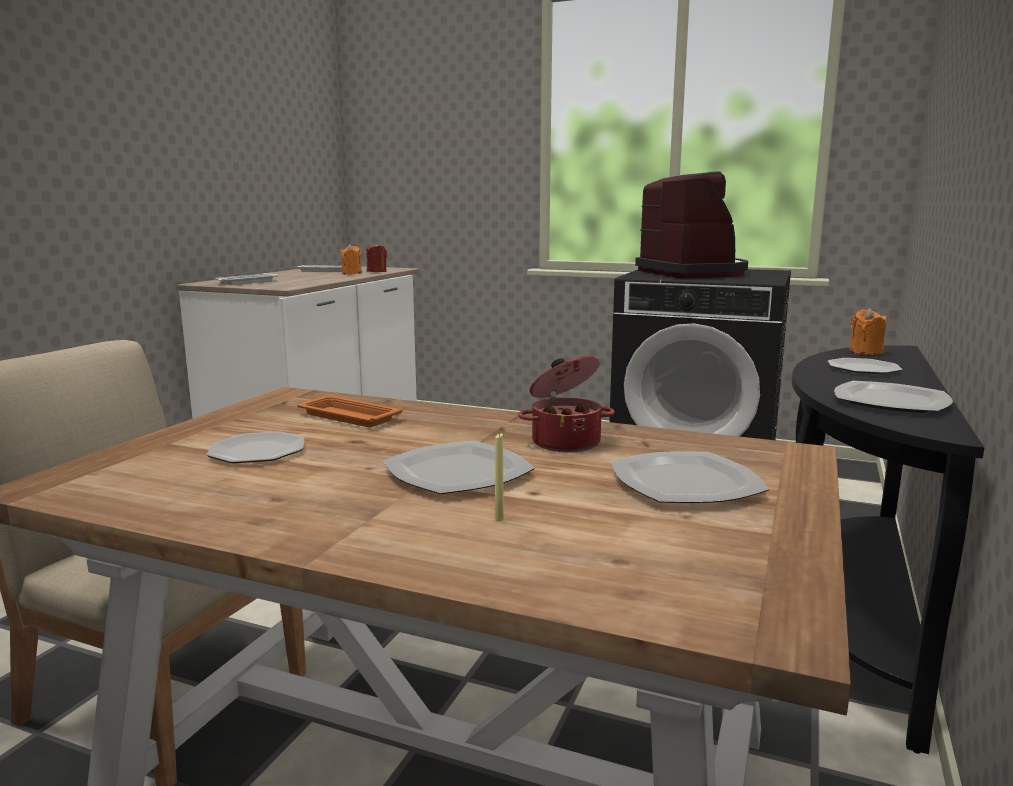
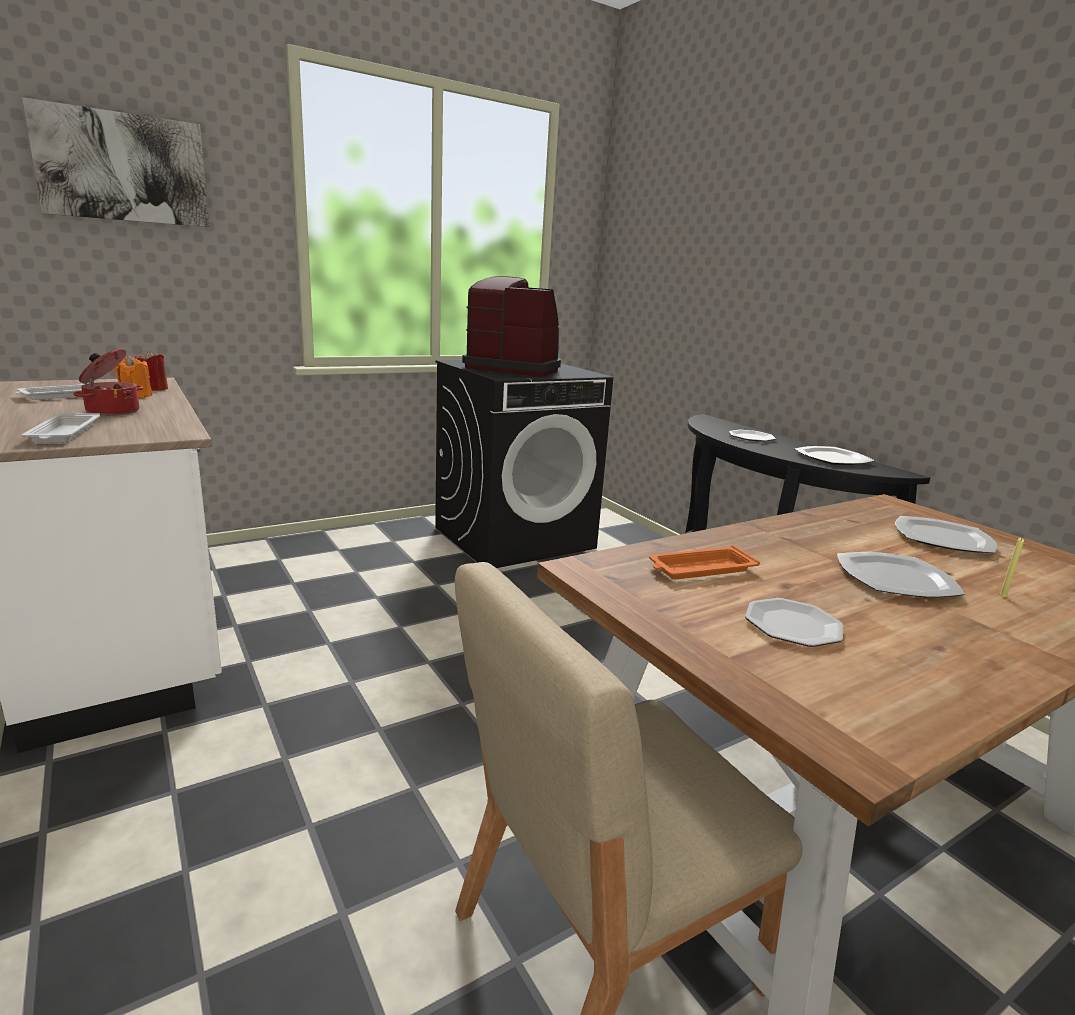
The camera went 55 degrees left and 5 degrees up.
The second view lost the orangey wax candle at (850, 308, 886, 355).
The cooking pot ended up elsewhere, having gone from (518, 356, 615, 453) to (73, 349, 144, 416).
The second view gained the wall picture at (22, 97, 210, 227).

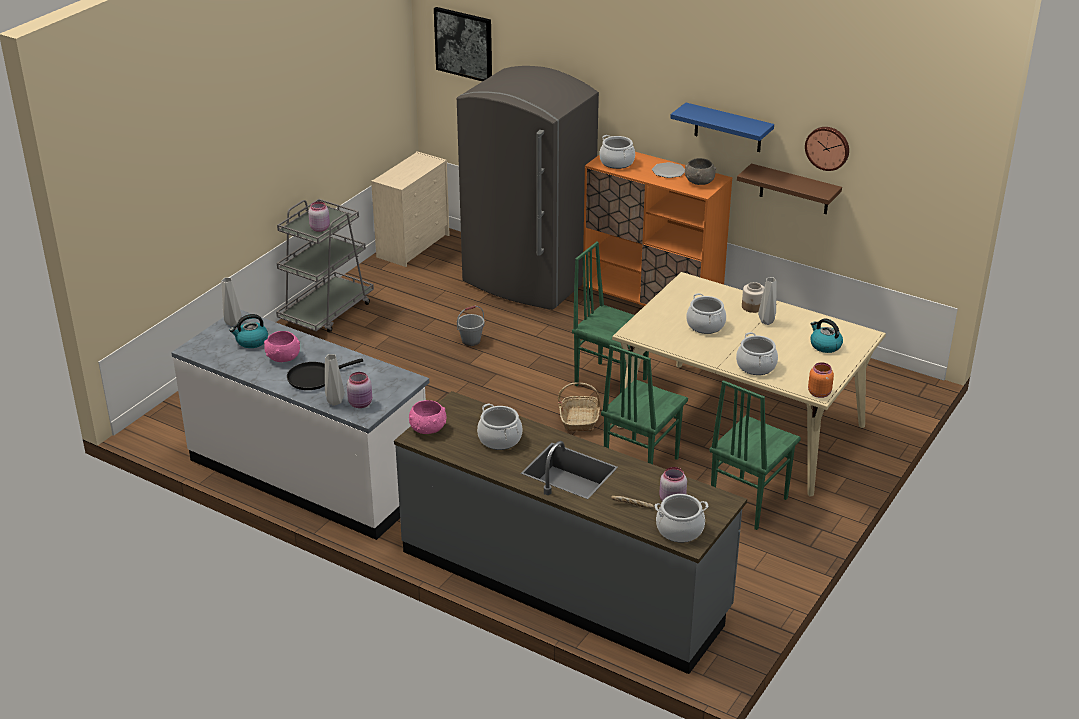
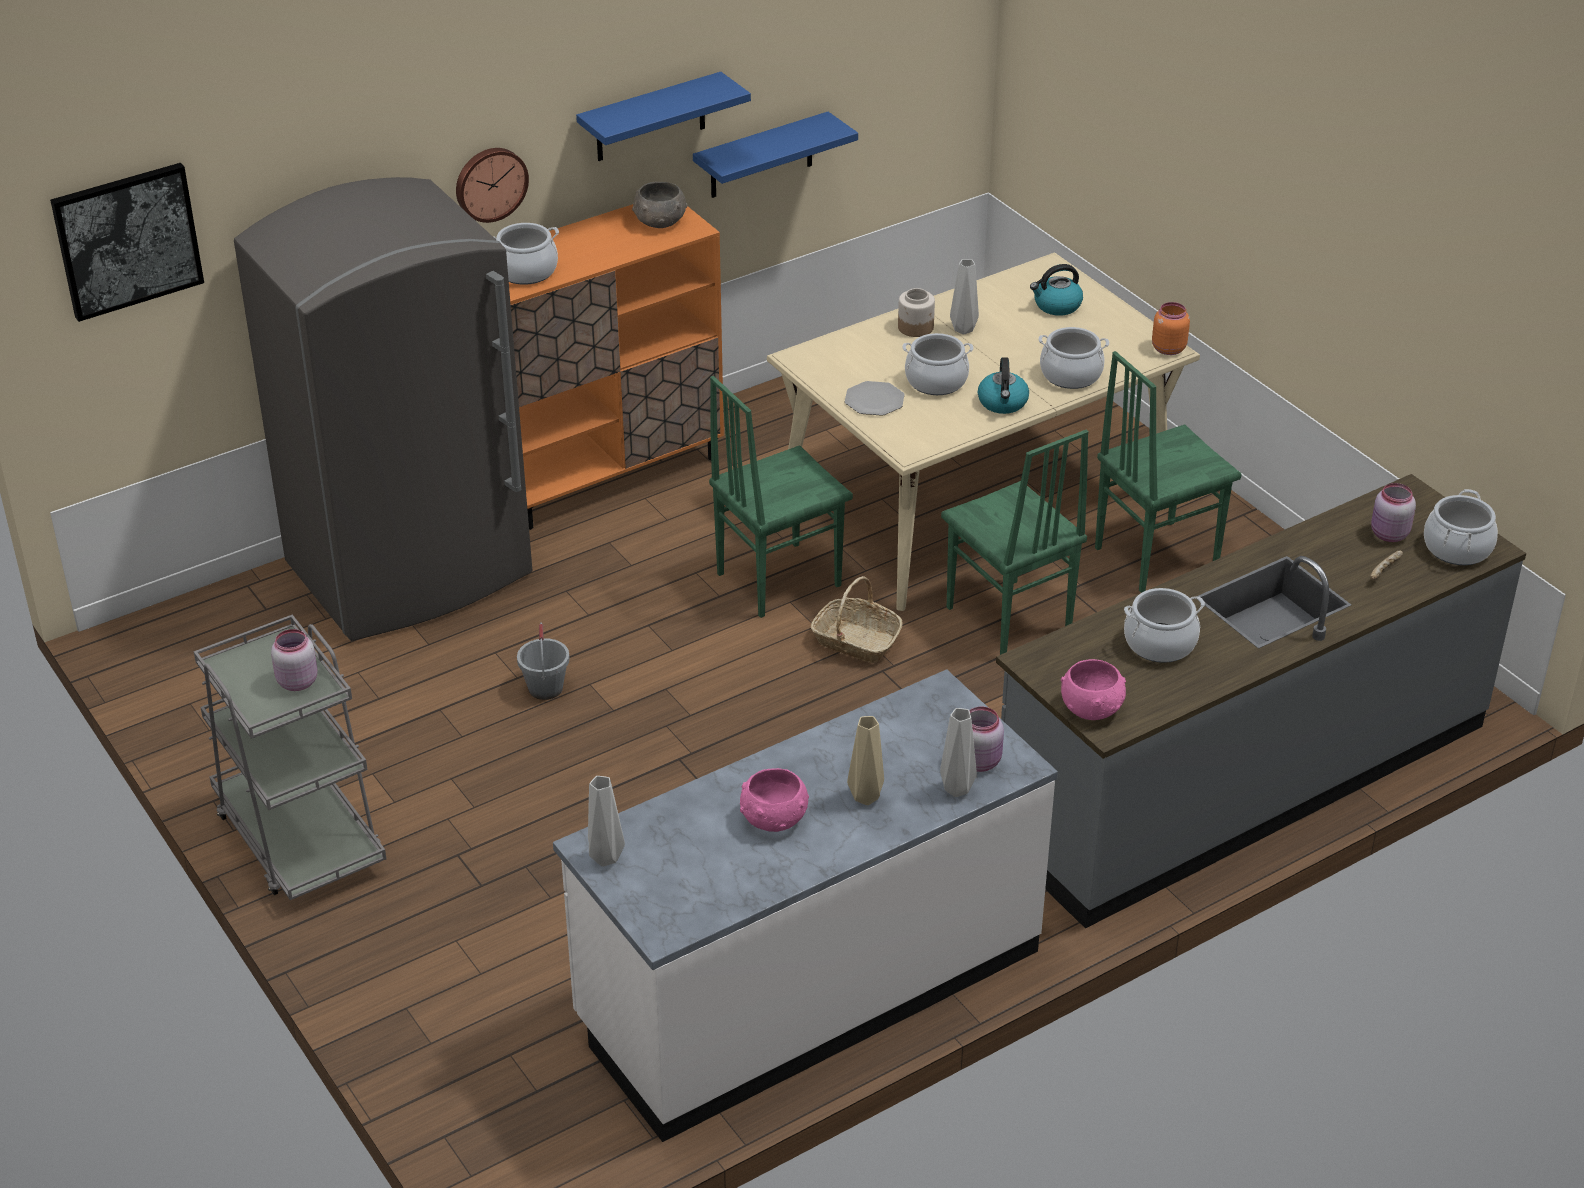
The camera went 65 degrees left and 5 degrees up.
The wall clock ended up elsewhere, having gone from (805, 127, 849, 171) to (456, 148, 529, 223).
The second view lost the beige-coloured chest of drawers at (371, 152, 450, 267).
The flat dish ended up elsewhere, having gone from (652, 162, 685, 178) to (845, 381, 904, 416).
What was the brown wall shelf at (737, 163, 842, 214) turned into the blue wall shelf at (693, 112, 858, 198).
The water kettle ended up elsewhere, having gone from (229, 314, 268, 348) to (978, 357, 1029, 414).
Where the black-coloured pan stood at (287, 358, 363, 390), the beige-coloured flower vase came to stand at (847, 716, 884, 805).
The greenish upright chair at (710, 380, 801, 530) ended up facing another way, 90 degrees clockwise from before.

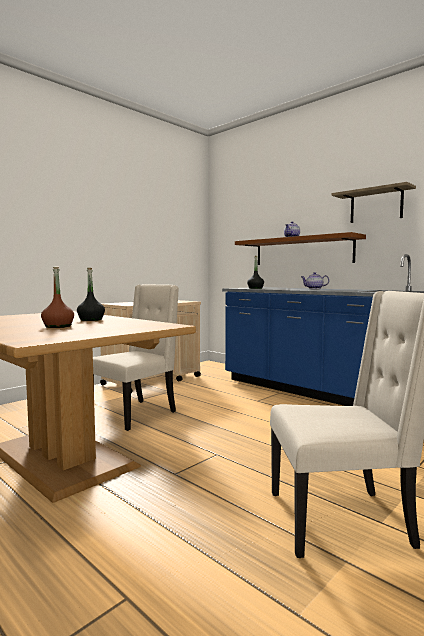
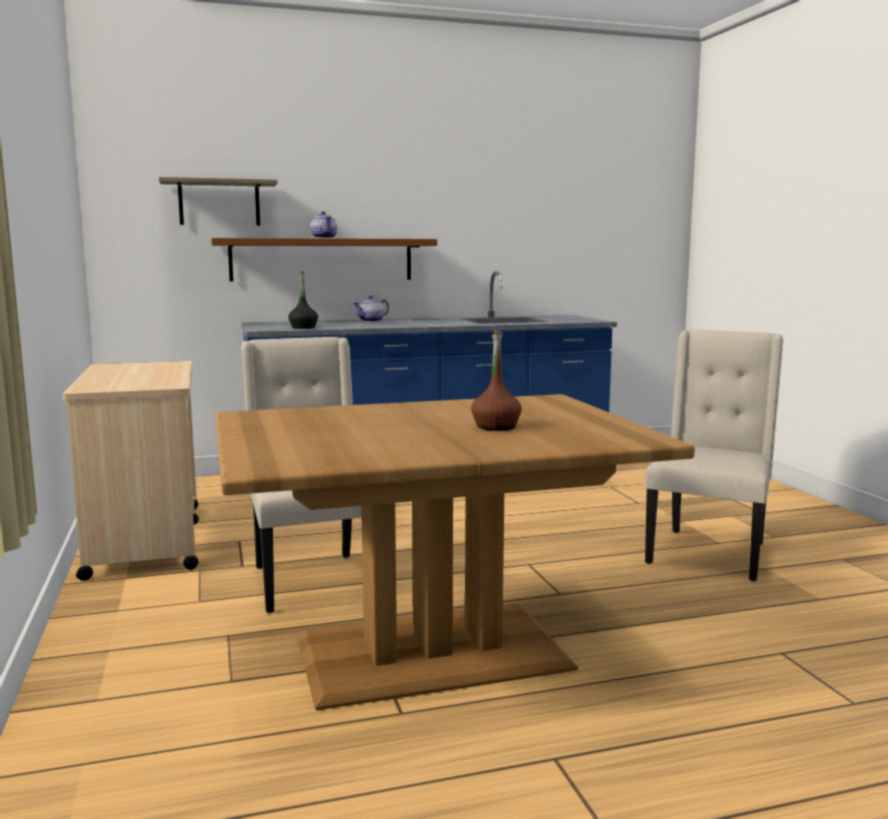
The camera went 60 degrees left and 5 degrees up.
The wall shelf ended up elsewhere, having gone from (331, 182, 416, 223) to (159, 177, 278, 226).
The second view lost the black-coloured drink bottle at (77, 268, 105, 321).

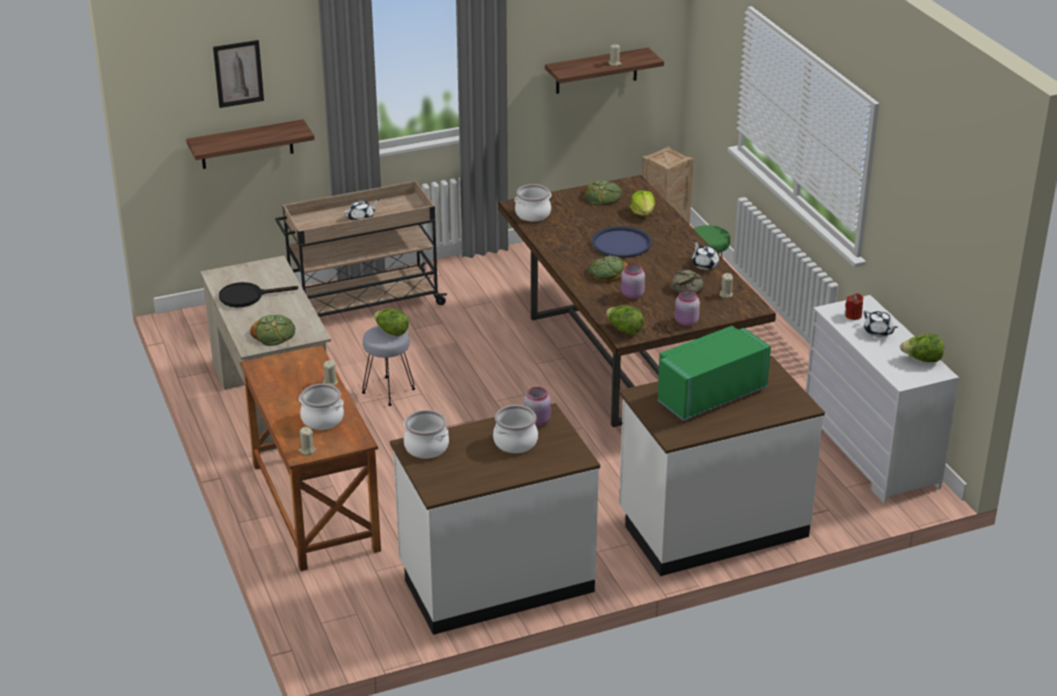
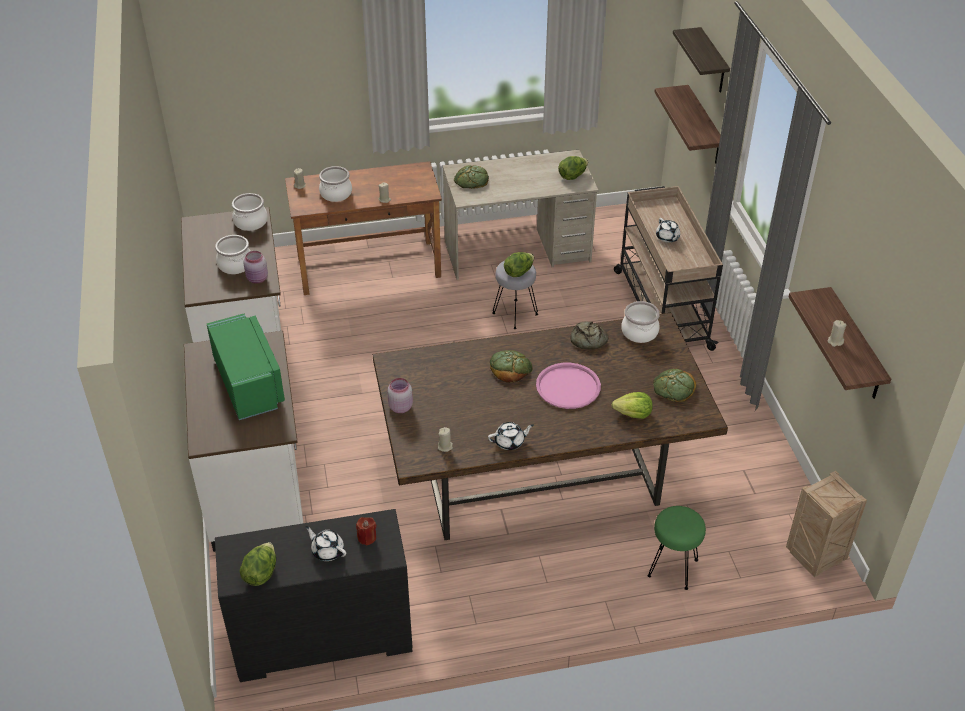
The camera went 100 degrees right and 10 degrees up.
Where the wall picture hung at (213, 40, 264, 108), the wall shelf came to hang at (673, 27, 730, 93).
What was the blue serving tray at (591, 226, 652, 258) turned into the pink-coloured serving tray at (536, 362, 601, 409).
The second view lost the pink-coloured jar at (621, 264, 645, 299).
The bakery bread ended up elsewhere, having gone from (671, 269, 703, 294) to (570, 321, 609, 350).
The second view lost the black-coloured pan at (219, 282, 298, 307).
What was the whitish chest of drawers at (806, 295, 959, 504) turned into the black-coloured chest of drawers at (215, 509, 413, 682).
The head of lettuce ended up elsewhere, having gone from (606, 305, 644, 335) to (558, 156, 588, 180).
The whitish teapot at (864, 310, 898, 337) ended up facing another way, 60 degrees clockwise from before.

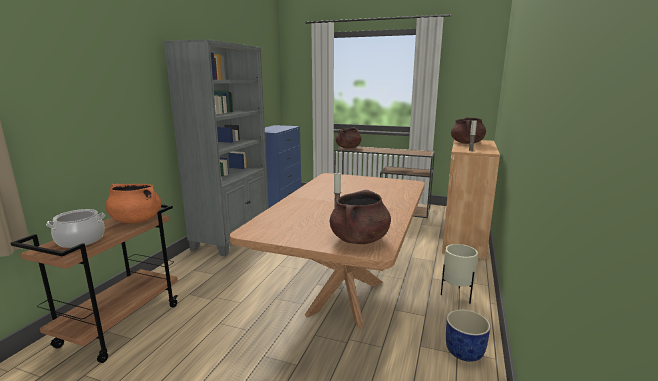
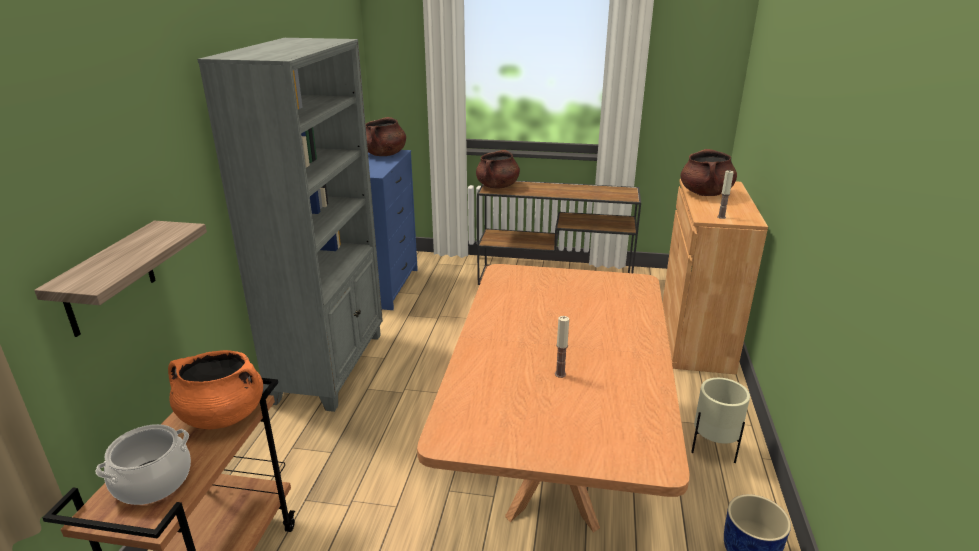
The camera went 10 degrees left and 10 degrees up.
The brown cooking pot ended up elsewhere, having gone from (330, 190, 391, 244) to (365, 117, 406, 156).
The second view gained the wall shelf at (34, 221, 207, 337).

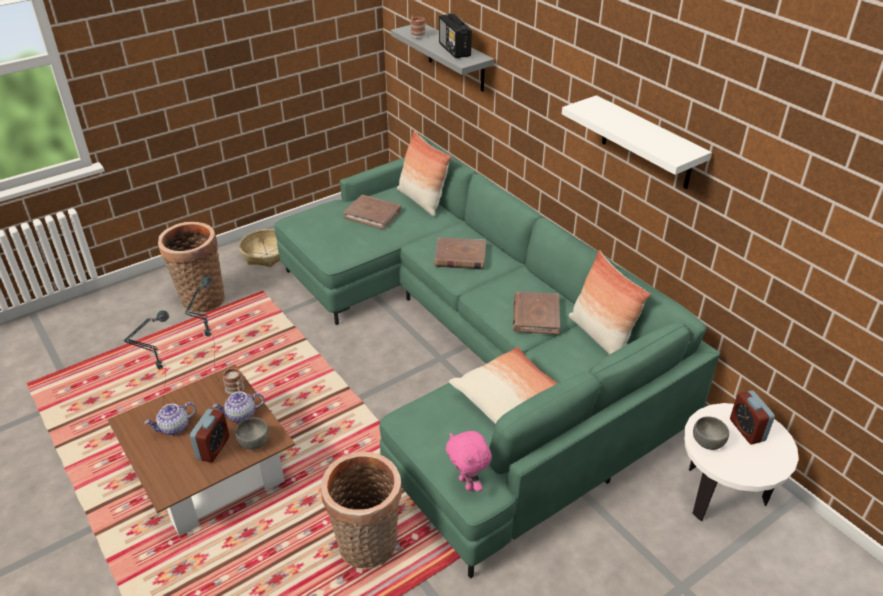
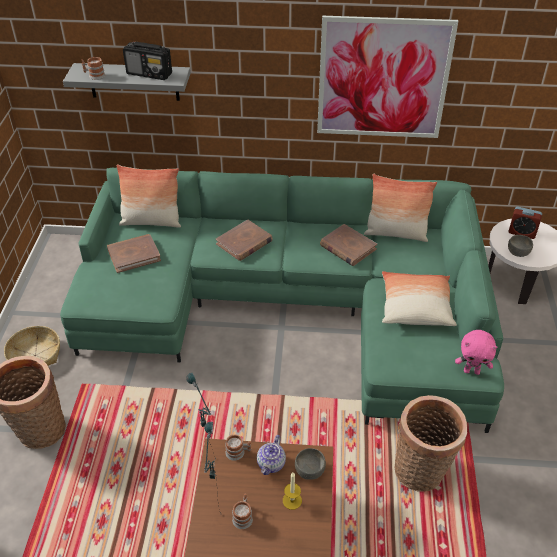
The camera went 50 degrees left and 5 degrees up.
Where the whitish wall shelf hung at (562, 95, 712, 189), the wall picture came to hang at (317, 16, 458, 138).
Where the teapot stood at (144, 402, 197, 435), the tea mug came to stand at (232, 493, 253, 529).
Where the bedside clock stood at (190, 409, 229, 463), the wax candle came to stand at (283, 473, 302, 510).

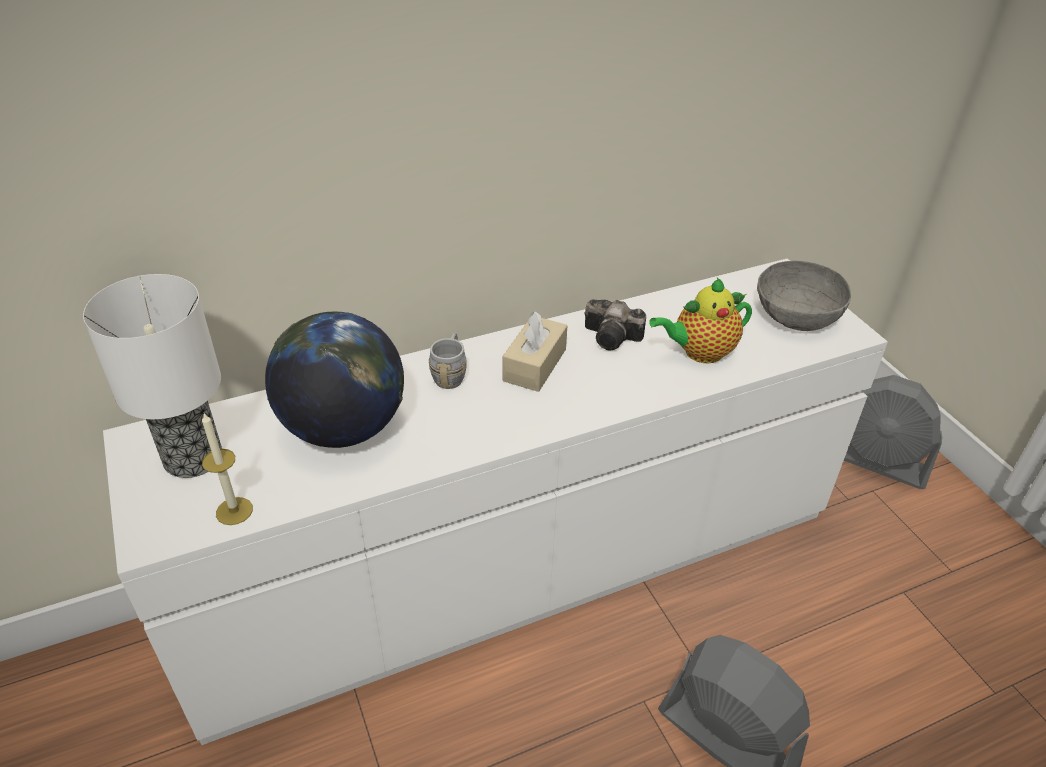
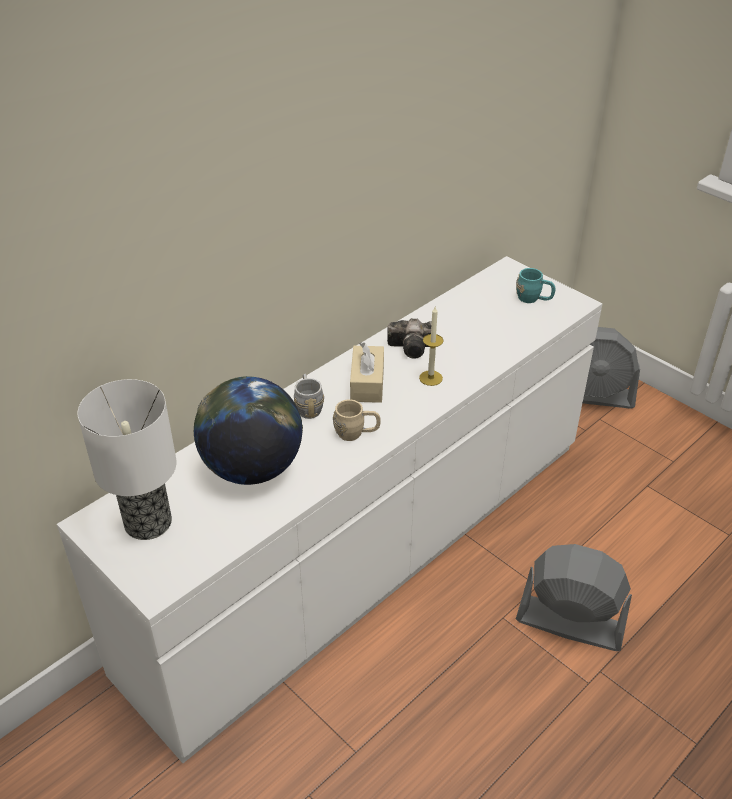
The camera went 20 degrees left and 0 degrees up.
Where the grey deep dish stood at (757, 261, 851, 331), the turquoise tea mug came to stand at (516, 268, 555, 303).
The second view lost the teapot at (649, 278, 752, 364).
The wax candle ended up elsewhere, having gone from (202, 413, 253, 525) to (419, 307, 444, 386).
The second view gained the beige-coloured tea mug at (333, 399, 381, 441).

